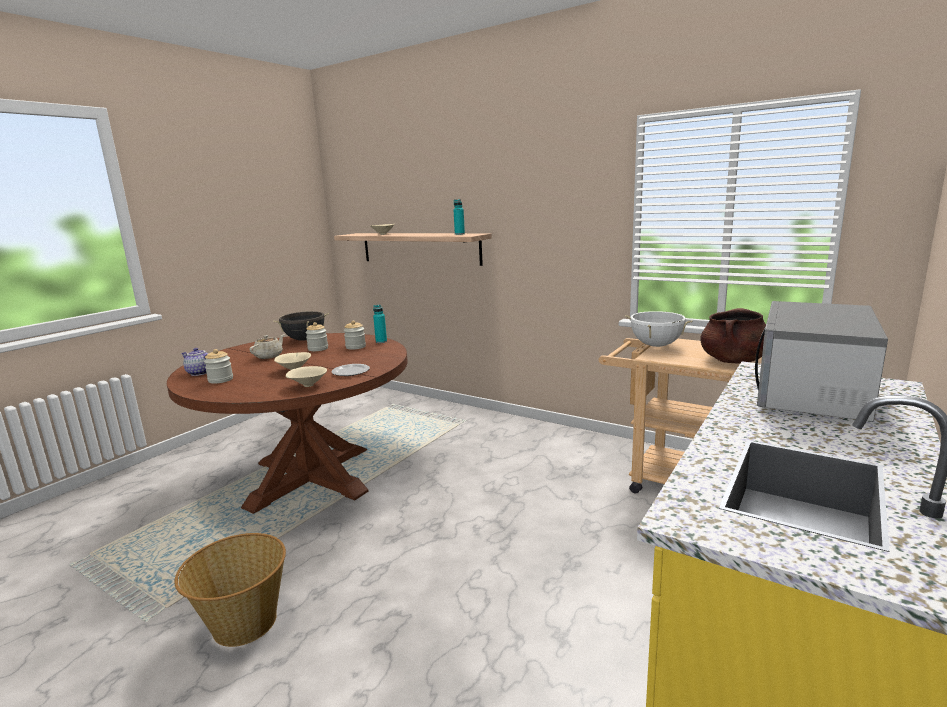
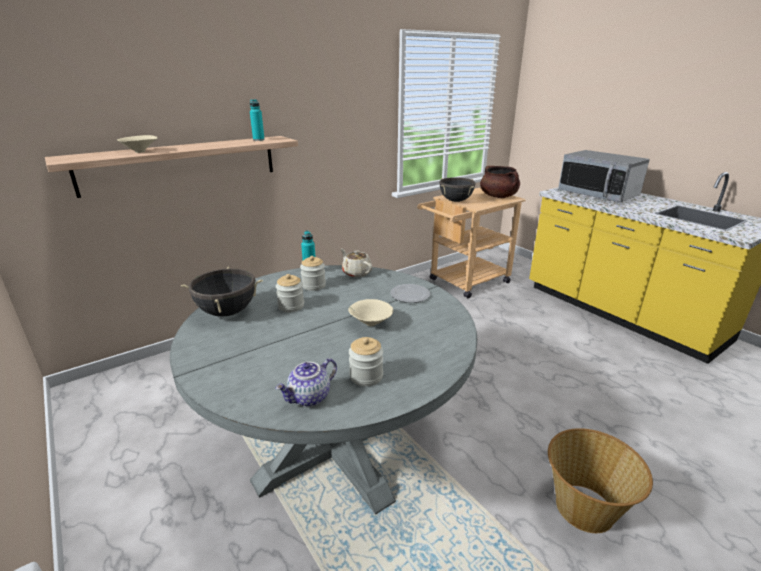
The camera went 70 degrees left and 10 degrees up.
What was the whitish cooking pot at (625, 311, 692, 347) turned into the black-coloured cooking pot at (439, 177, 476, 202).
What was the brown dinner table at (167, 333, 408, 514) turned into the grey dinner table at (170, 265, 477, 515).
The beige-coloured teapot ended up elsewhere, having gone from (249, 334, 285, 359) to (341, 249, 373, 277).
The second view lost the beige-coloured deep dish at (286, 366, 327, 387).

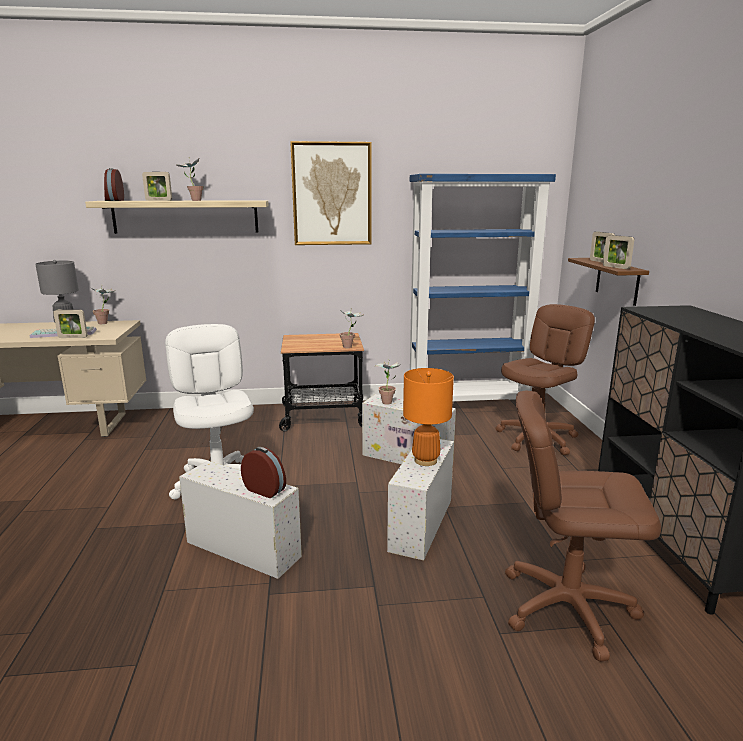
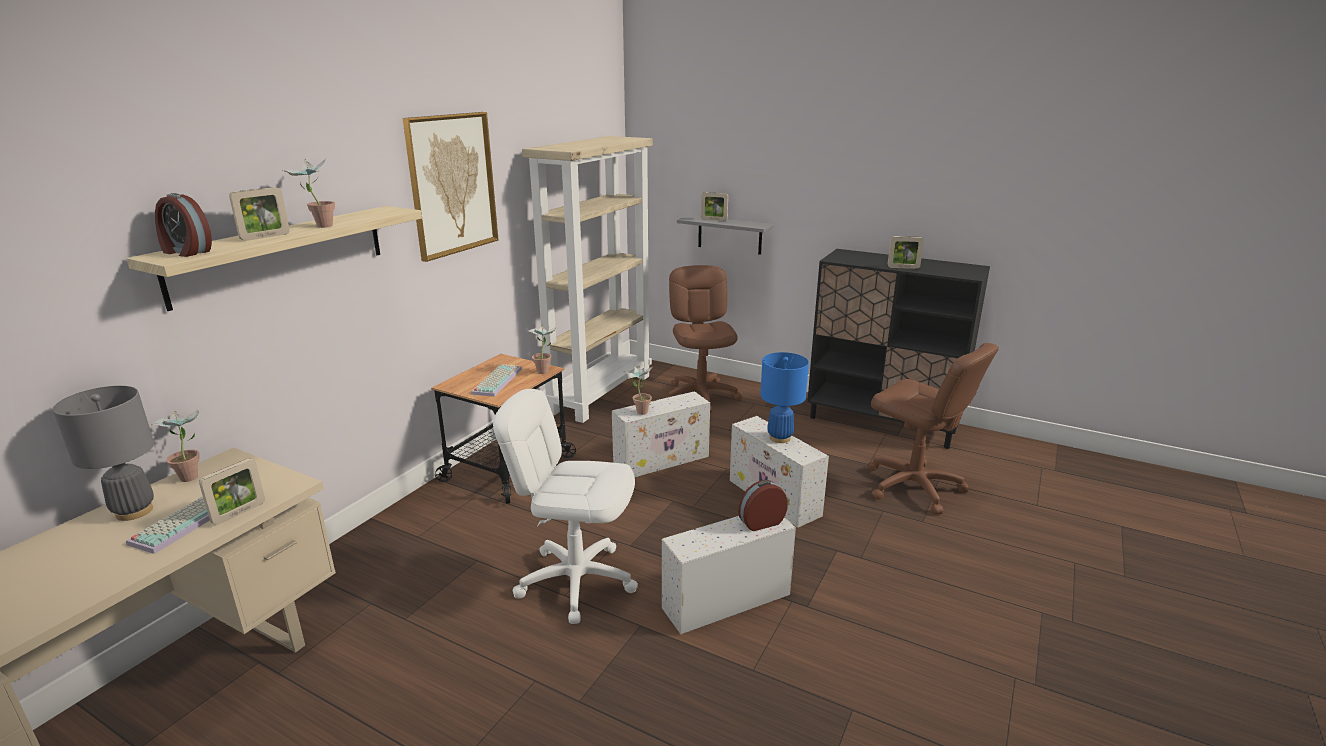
The camera went 55 degrees left and 5 degrees up.
What was the blue shelving unit at (410, 174, 556, 401) turned into the beige-coloured shelving unit at (522, 136, 653, 423).
The standing frame ended up elsewhere, having gone from (603, 235, 634, 269) to (888, 236, 924, 269).
What was the brown wall shelf at (568, 258, 649, 306) turned into the grey wall shelf at (677, 215, 774, 255).
What was the orangey lamp for a table at (403, 368, 454, 466) turned into the blue lamp for a table at (760, 352, 809, 443).
The brown computer chair at (505, 391, 661, 662) ended up facing another way, 90 degrees counterclockwise from before.
The second view gained the keyboard at (471, 364, 522, 397).

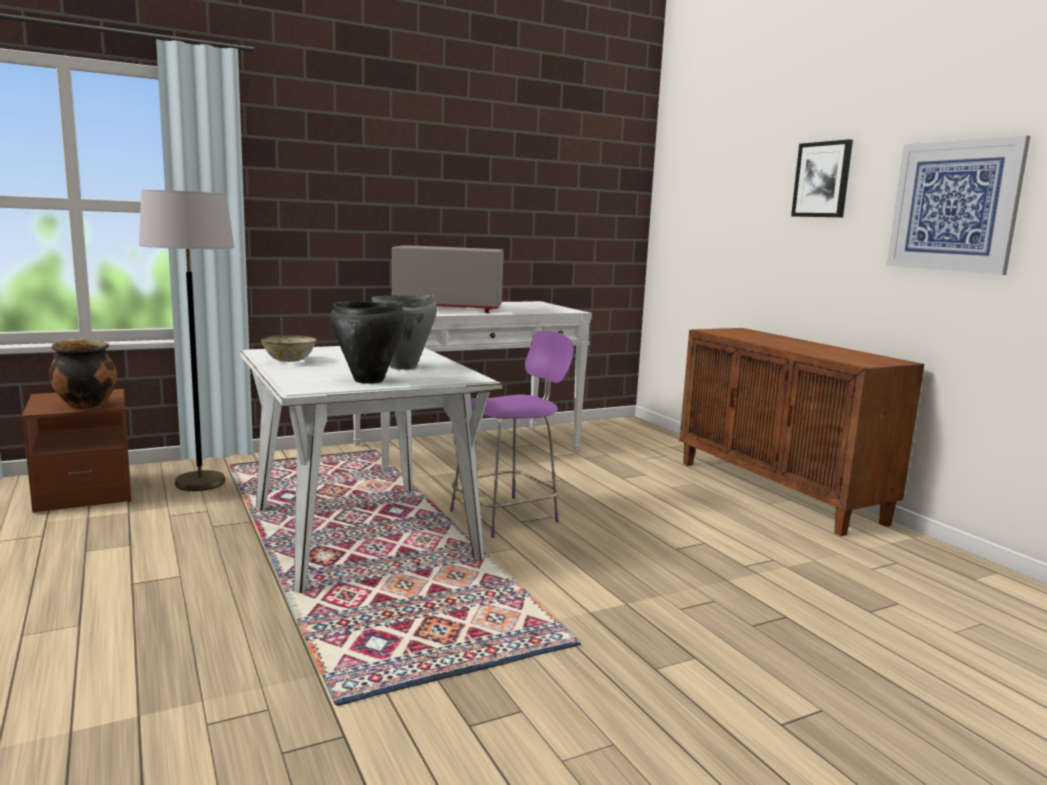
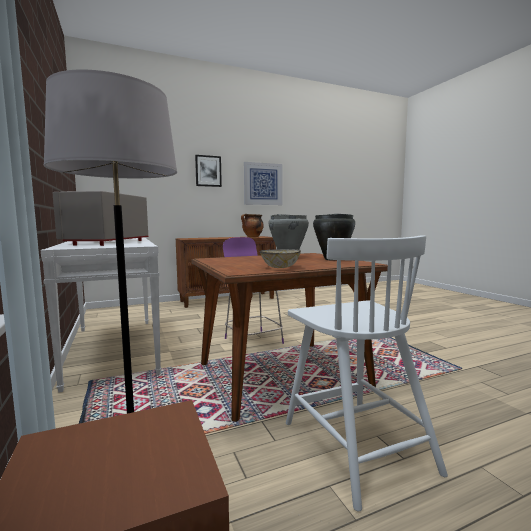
The camera went 85 degrees left and 5 degrees down.
The cooking pot ended up elsewhere, having gone from (49, 339, 117, 410) to (241, 214, 264, 237).
What was the whitish dinner table at (240, 346, 503, 593) turned into the brown dinner table at (192, 253, 388, 422).
The second view gained the whitish upright chair at (286, 235, 448, 512).

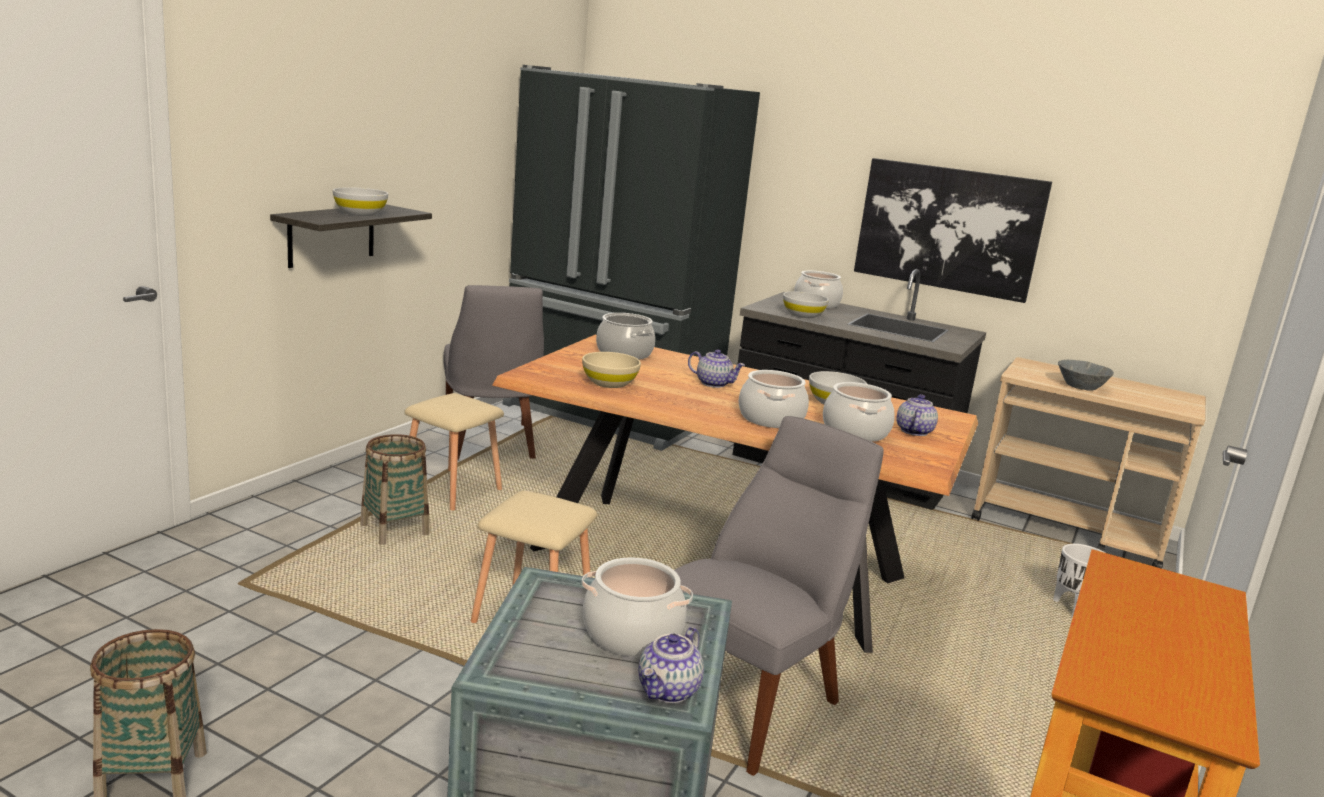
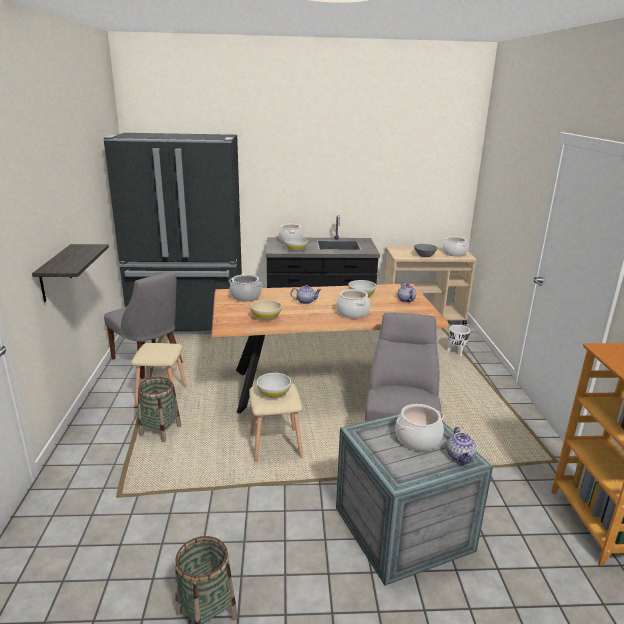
The camera went 30 degrees left and 5 degrees up.
The second view lost the wall picture at (854, 158, 1052, 303).
The whitish deep dish ended up elsewhere, having gone from (333, 187, 388, 216) to (257, 373, 291, 398).
The cooking pot ended up elsewhere, having gone from (823, 382, 895, 442) to (443, 236, 468, 256).

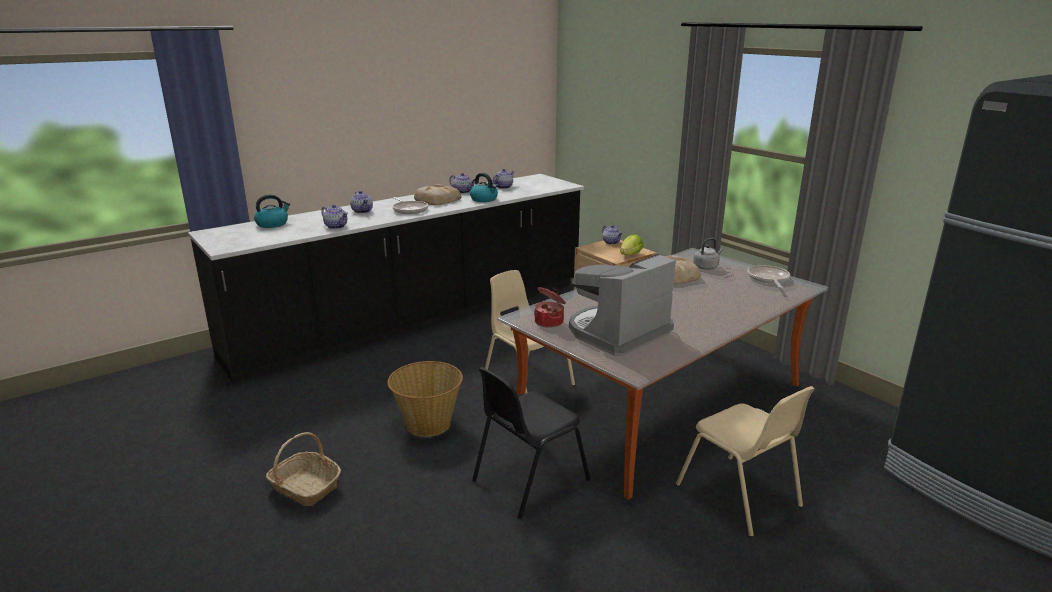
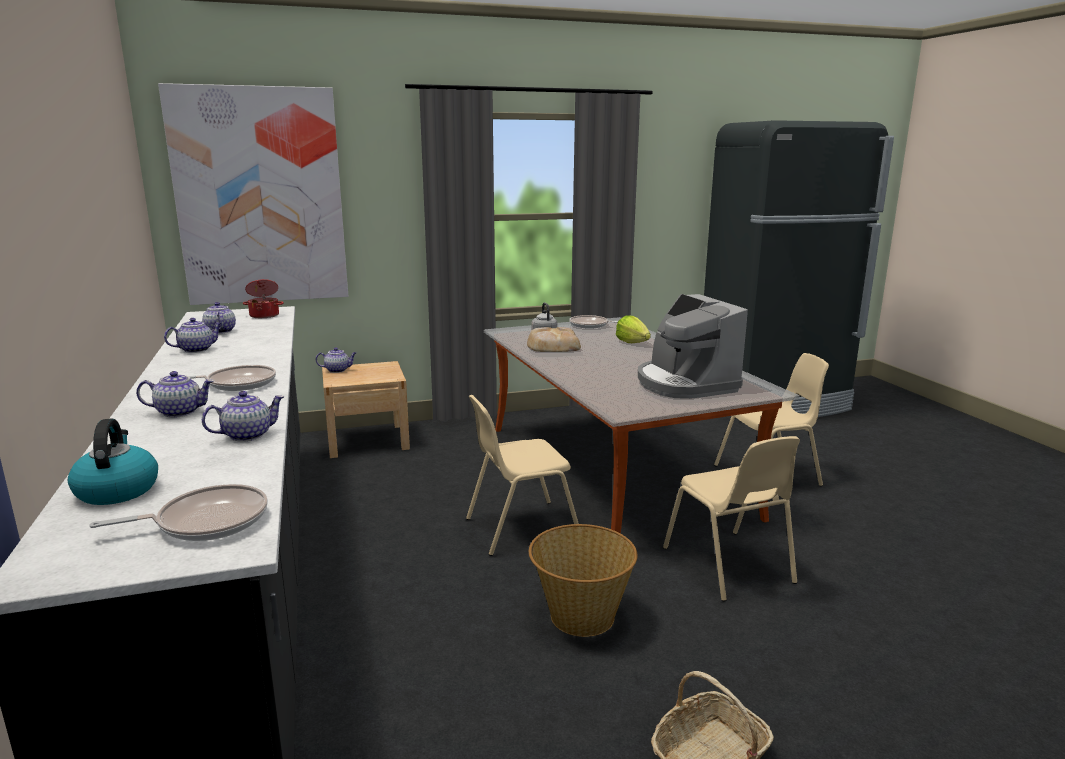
The camera went 70 degrees left and 5 degrees down.
The second view lost the water kettle at (470, 173, 498, 202).
The second view lost the bakery bread at (414, 184, 462, 205).
The head of lettuce ended up elsewhere, having gone from (620, 234, 643, 256) to (616, 315, 651, 343).
The cooking pot ended up elsewhere, having gone from (534, 287, 566, 328) to (243, 279, 284, 318).
What was the black-coloured upright chair at (472, 367, 591, 519) turned into the beige-coloured upright chair at (663, 436, 800, 601).
The second view gained the wall picture at (158, 83, 348, 305).
The second view gained the pan at (89, 484, 268, 541).

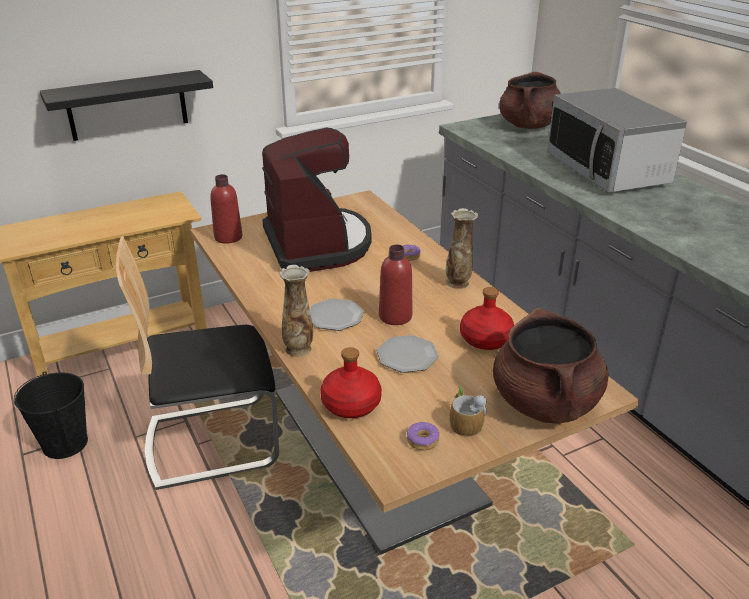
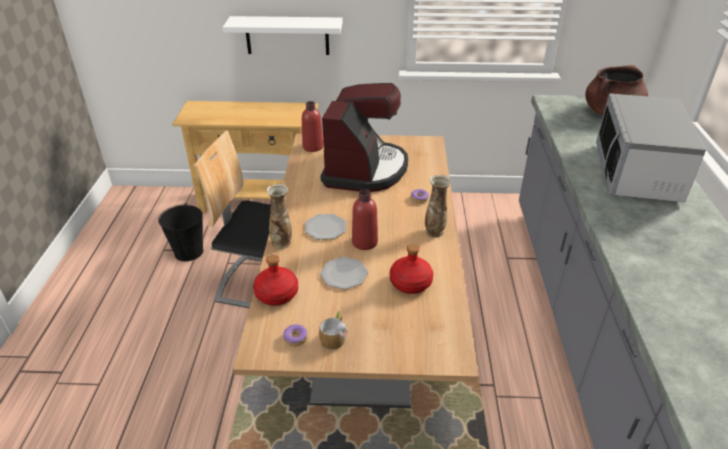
The camera went 30 degrees right and 5 degrees up.
What was the black-coloured wall shelf at (40, 70, 213, 141) turned into the whitish wall shelf at (223, 16, 342, 55).
The second view lost the brown cooking pot at (493, 308, 608, 424).

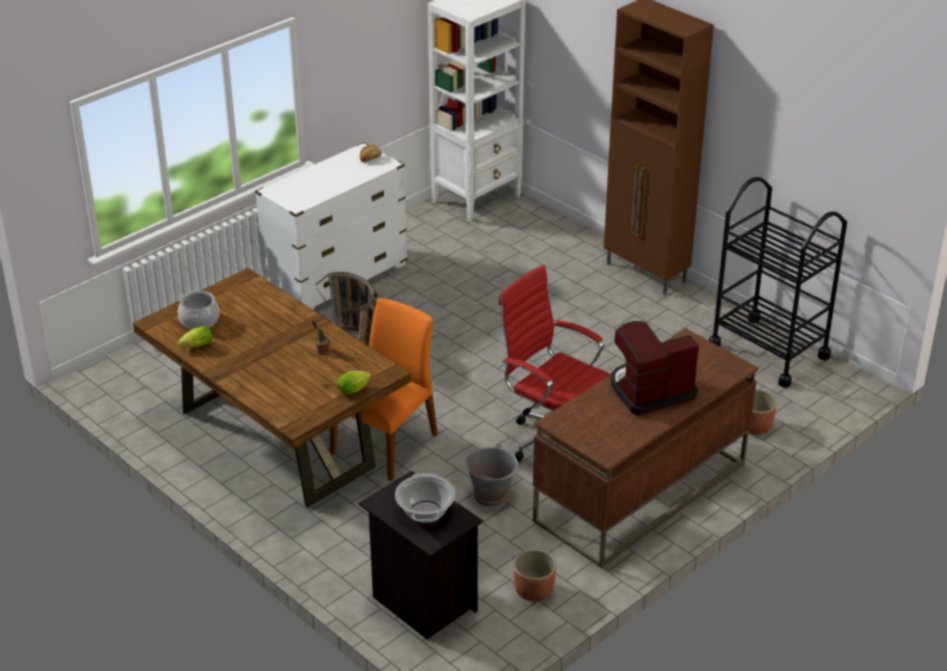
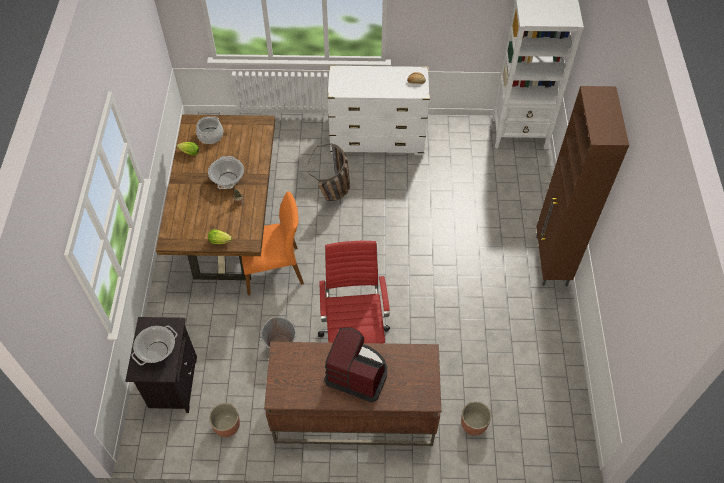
The camera went 45 degrees right and 20 degrees up.
The second view lost the black-coloured cart at (709, 177, 847, 388).
The second view gained the cooking pot at (208, 156, 244, 189).

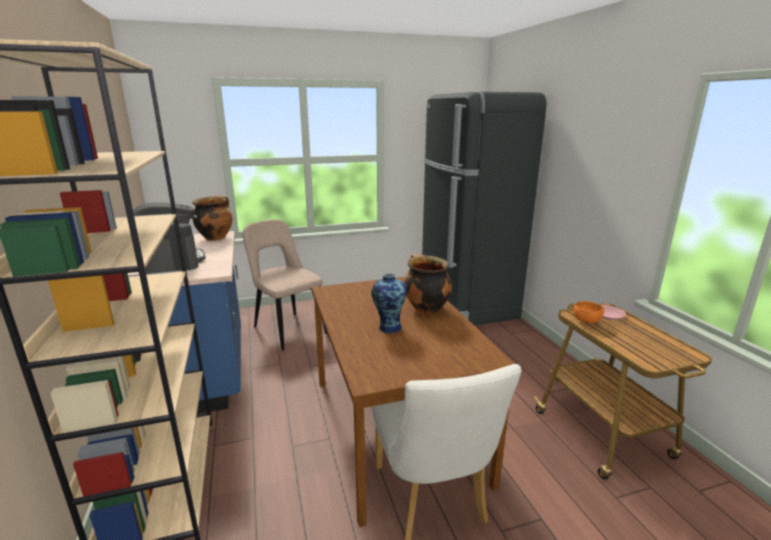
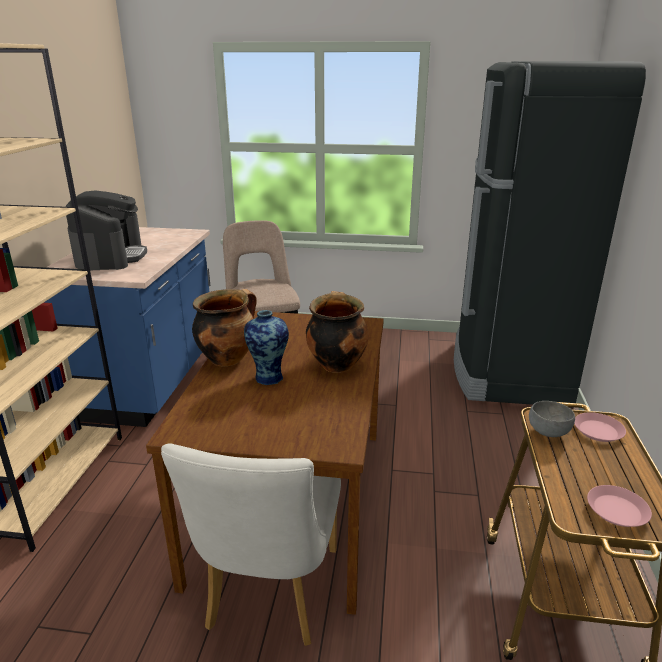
The camera went 25 degrees right and 5 degrees up.
The cooking pot ended up elsewhere, having gone from (192, 196, 232, 241) to (192, 289, 257, 367).
What was the orangey deep dish at (573, 301, 604, 324) turned into the grey deep dish at (529, 401, 575, 437).
The second view gained the pink-coloured flat dish at (587, 485, 652, 527).

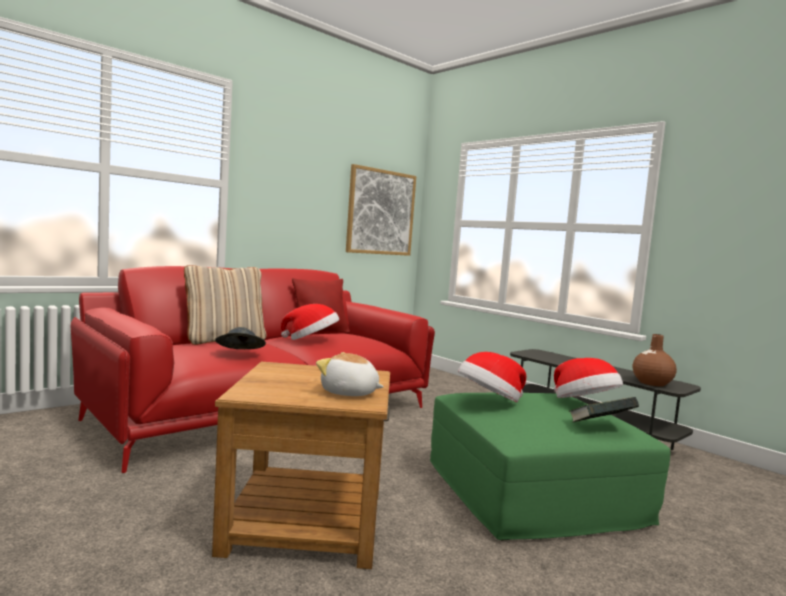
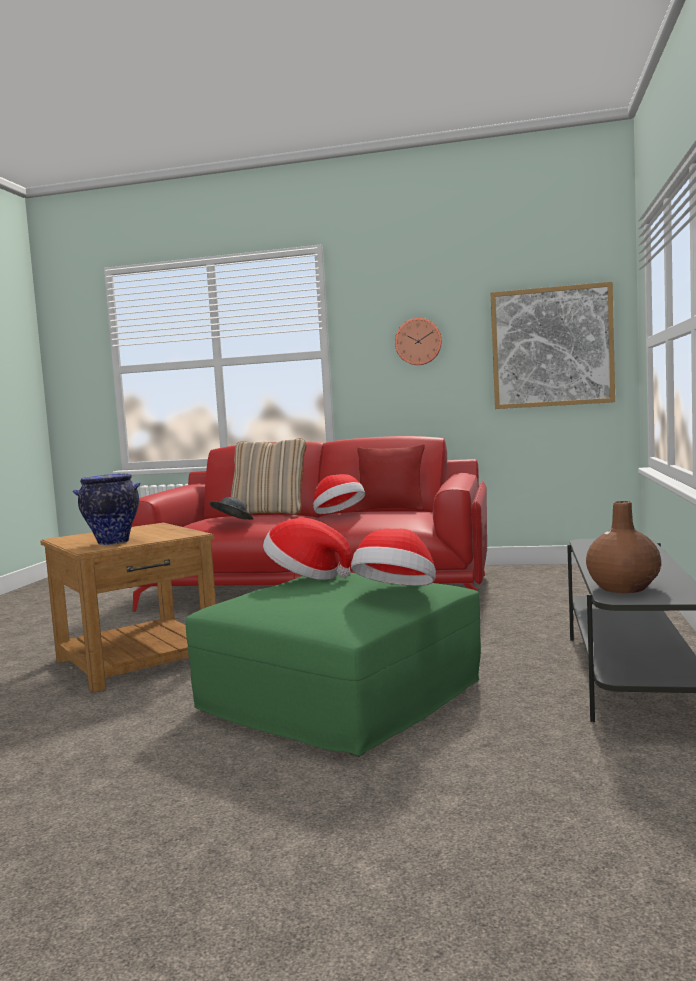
The camera went 55 degrees right and 0 degrees up.
Where the soft toy stood at (316, 352, 384, 396), the flower vase came to stand at (73, 473, 140, 545).
The second view lost the book at (569, 397, 639, 423).
The second view gained the wall clock at (395, 318, 442, 365).

